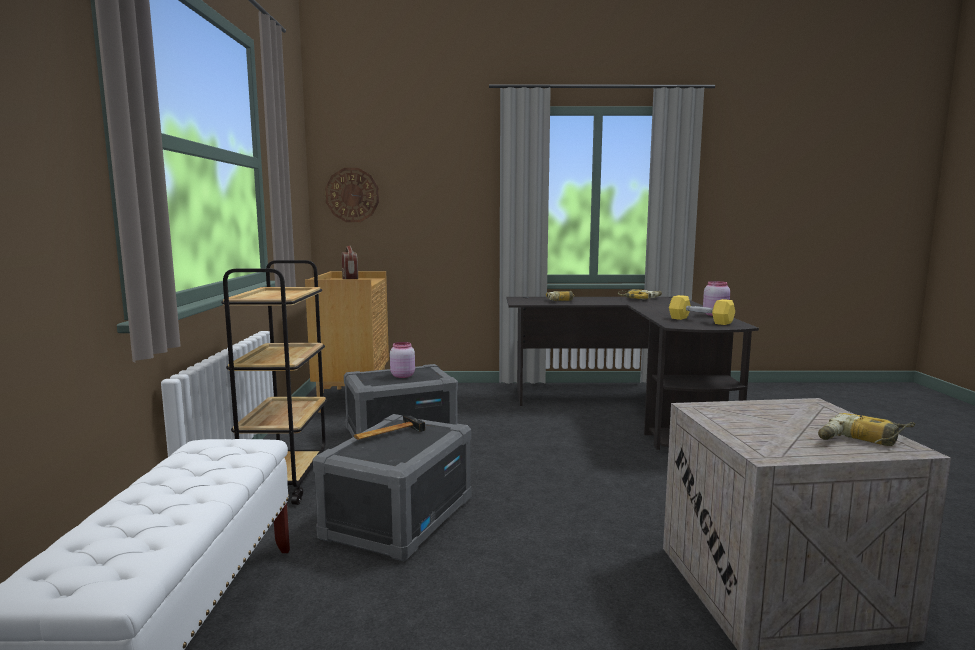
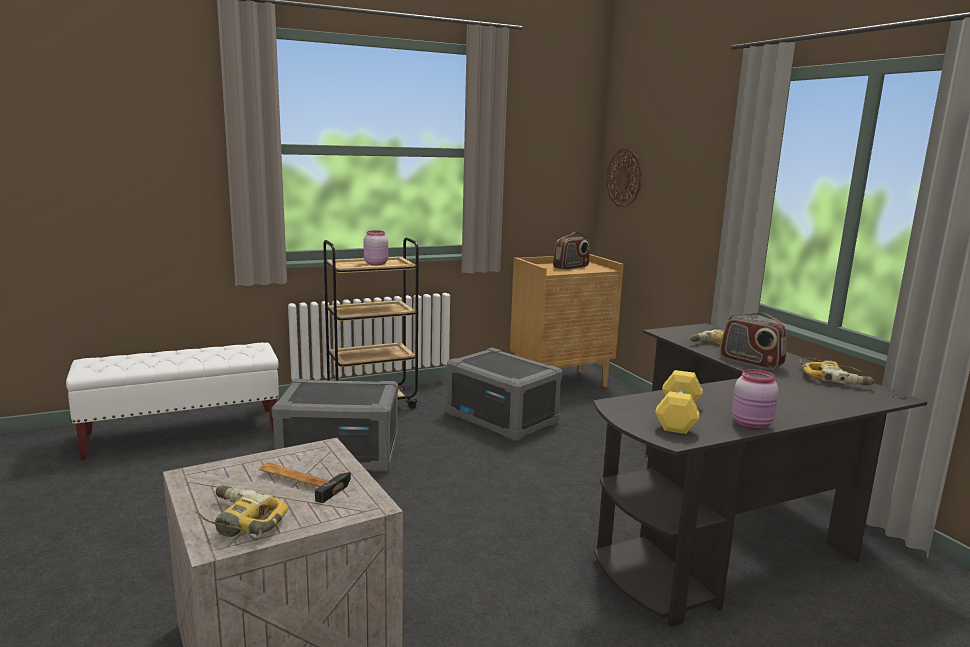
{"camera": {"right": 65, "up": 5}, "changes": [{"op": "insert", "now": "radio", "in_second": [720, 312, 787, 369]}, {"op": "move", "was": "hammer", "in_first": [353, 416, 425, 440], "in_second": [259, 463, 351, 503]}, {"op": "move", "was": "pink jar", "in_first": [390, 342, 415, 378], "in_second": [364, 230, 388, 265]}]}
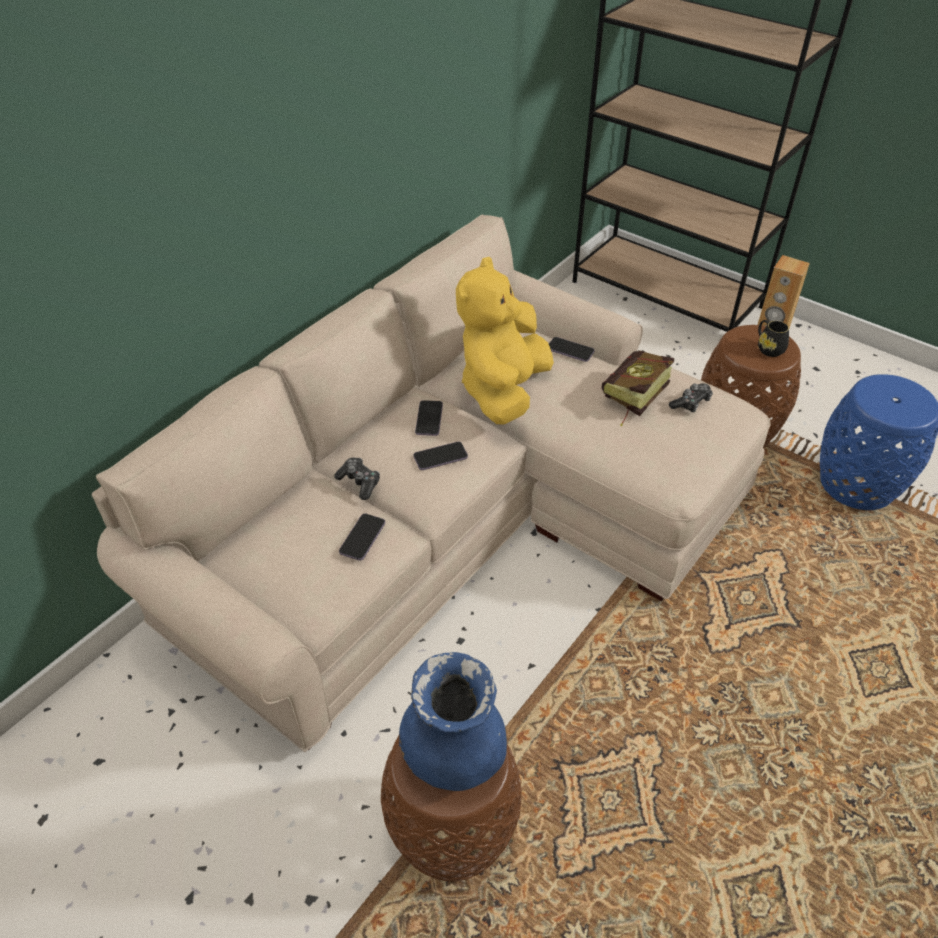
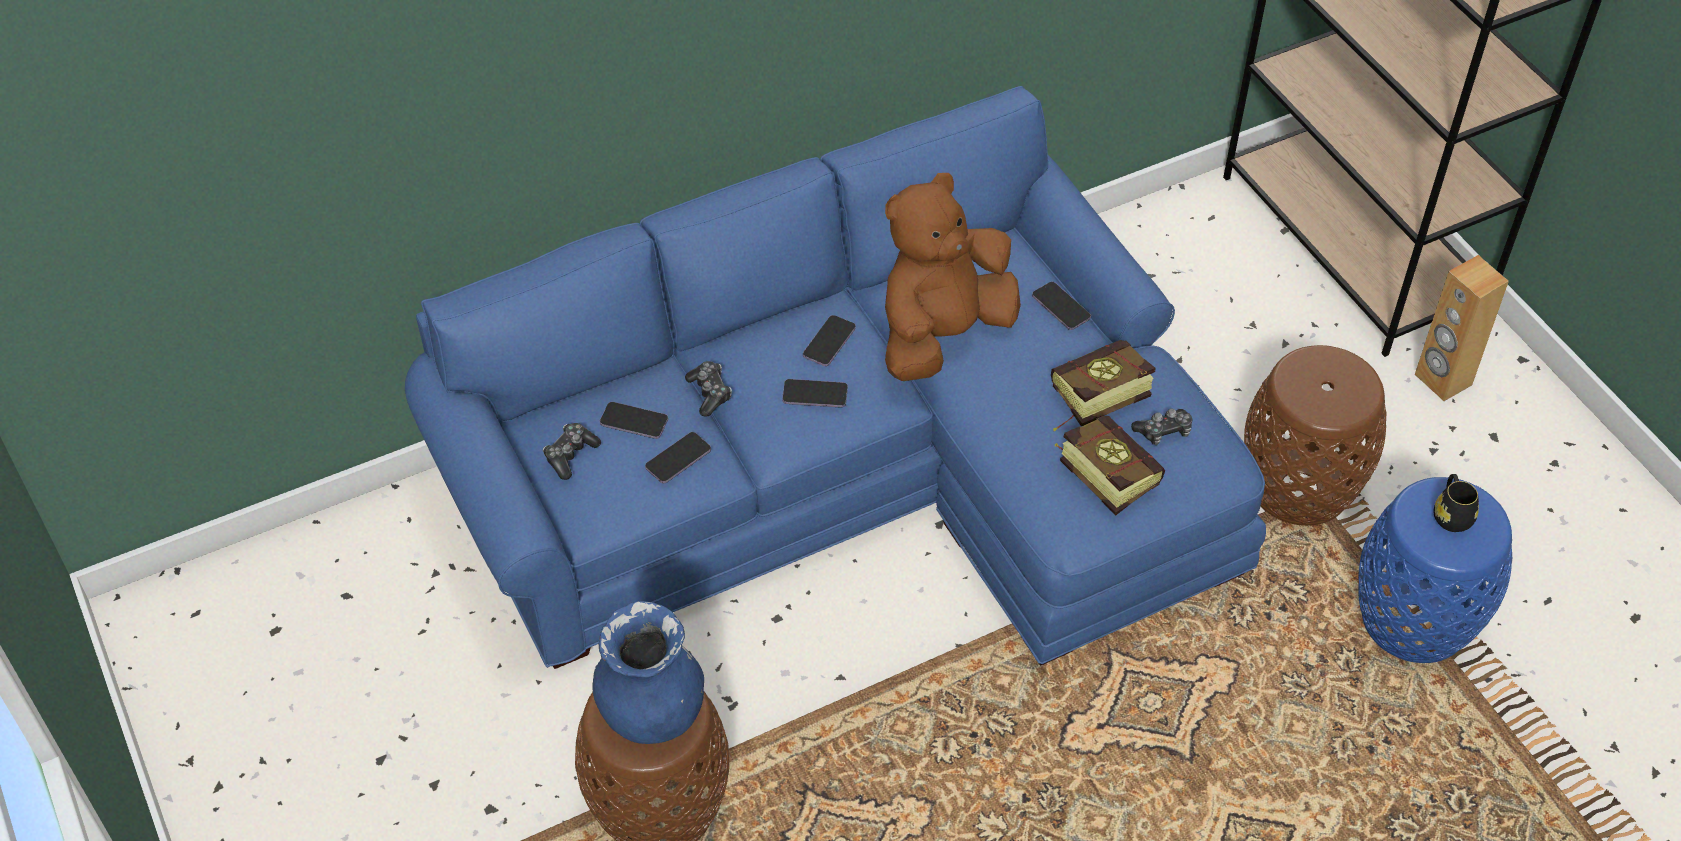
{"camera": {"right": 25, "up": 5}, "changes": [{"op": "insert", "now": "game controller", "in_second": [543, 423, 601, 480]}, {"op": "insert", "now": "phone", "in_second": [600, 402, 668, 439]}, {"op": "insert", "now": "book", "in_second": [1054, 416, 1165, 515]}, {"op": "move", "was": "black mug", "in_first": [758, 320, 789, 357], "in_second": [1434, 474, 1479, 532]}, {"op": "recolor", "was": "beige sofa", "now": "blue sofa", "in_first": [92, 214, 771, 752], "in_second": [405, 86, 1266, 669]}, {"op": "recolor", "was": "yellow plush toy", "now": "brown plush toy", "in_first": [456, 257, 554, 425], "in_second": [885, 173, 1021, 381]}]}
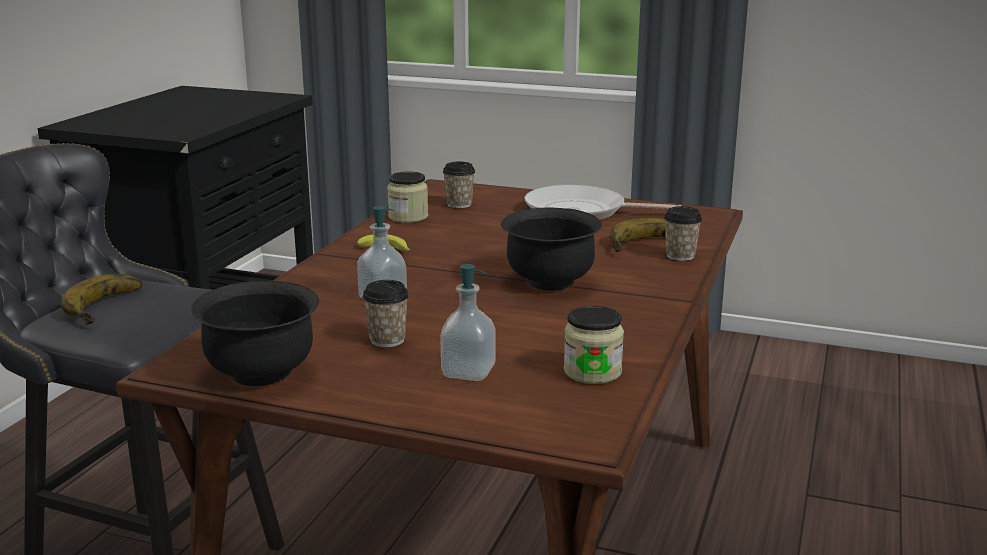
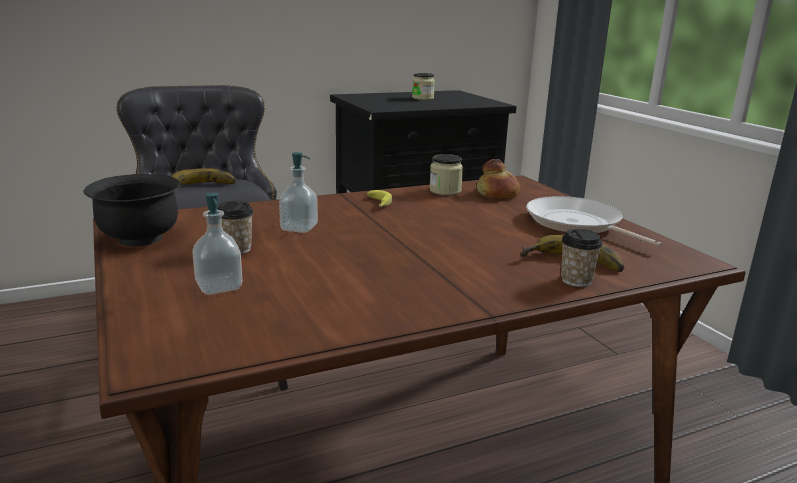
{"camera": {"right": 45, "up": 0}, "changes": [{"op": "delete", "was": "black bowl", "in_first": [501, 207, 602, 290]}, {"op": "move", "was": "jar", "in_first": [564, 306, 624, 384], "in_second": [412, 73, 435, 100]}, {"op": "replace", "was": "cup", "now": "bread", "in_first": [443, 161, 475, 208], "in_second": [477, 159, 520, 199]}]}
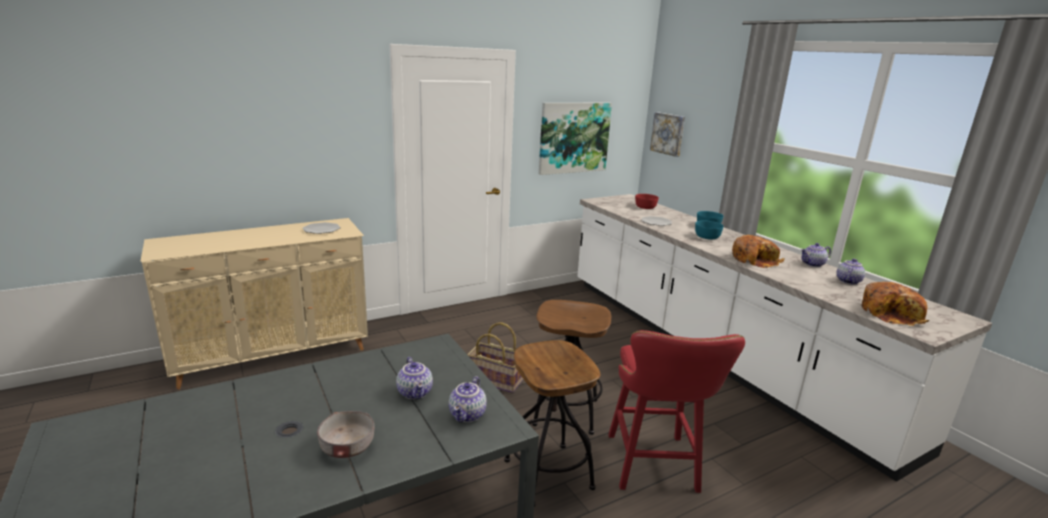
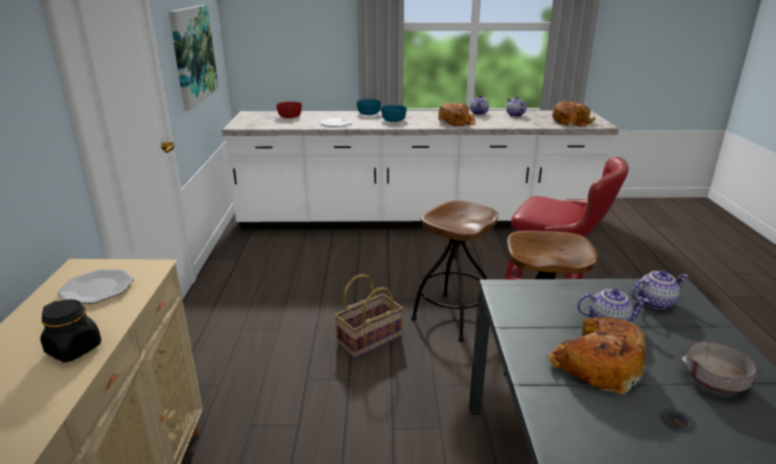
{"camera": {"right": -60, "up": 5}, "changes": [{"op": "delete", "was": "picture", "in_first": [650, 112, 685, 157]}, {"op": "insert", "now": "black jar", "in_second": [40, 299, 101, 362]}, {"op": "insert", "now": "bread", "in_second": [547, 317, 646, 394]}, {"op": "rotate", "was": "teapot", "in_first": [449, 376, 487, 422], "in_second": [631, 270, 688, 310], "clockwise": -60}]}
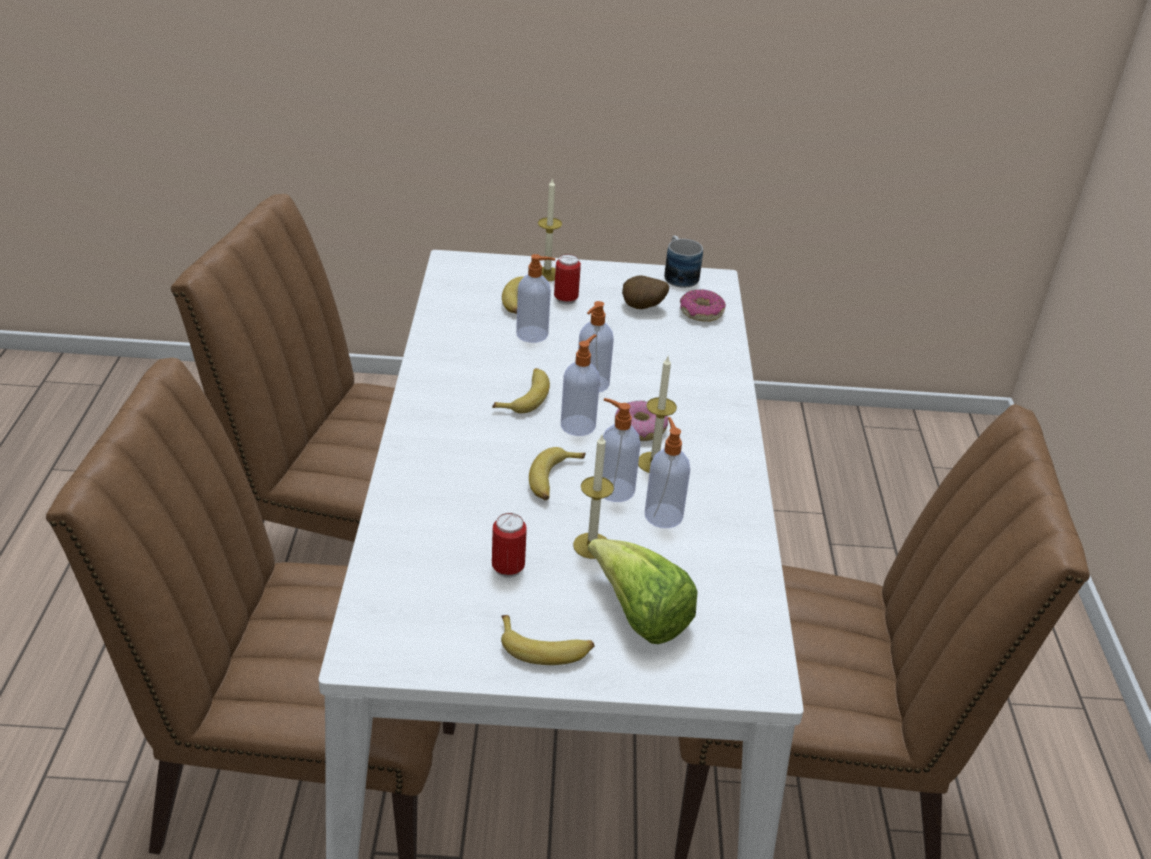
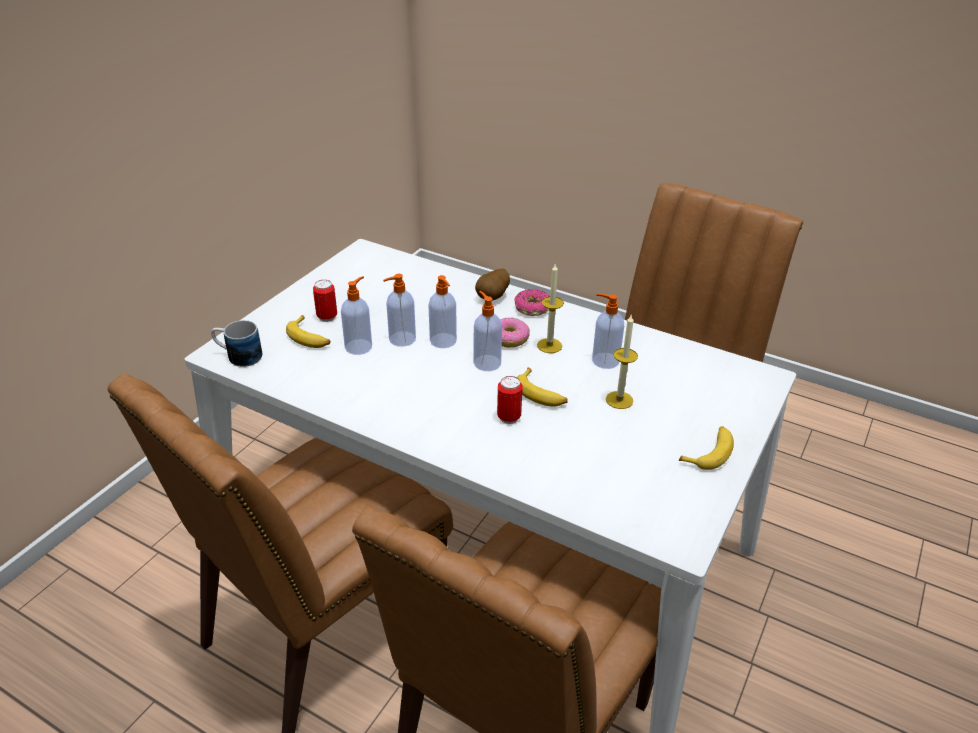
{"camera": {"right": -60, "up": 0}, "changes": [{"op": "delete", "was": "banana", "in_first": [492, 368, 550, 413]}, {"op": "delete", "was": "candle", "in_first": [538, 178, 562, 281]}, {"op": "delete", "was": "lettuce", "in_first": [588, 539, 698, 644]}, {"op": "move", "was": "can", "in_first": [492, 513, 527, 578], "in_second": [497, 376, 523, 424]}, {"op": "move", "was": "soap dispenser", "in_first": [603, 398, 641, 502], "in_second": [383, 274, 416, 347]}, {"op": "move", "was": "potato", "in_first": [622, 276, 669, 309], "in_second": [475, 269, 510, 301]}, {"op": "move", "was": "mug", "in_first": [664, 235, 703, 288], "in_second": [211, 320, 262, 367]}, {"op": "move", "was": "donut", "in_first": [680, 289, 726, 322], "in_second": [514, 289, 549, 316]}]}
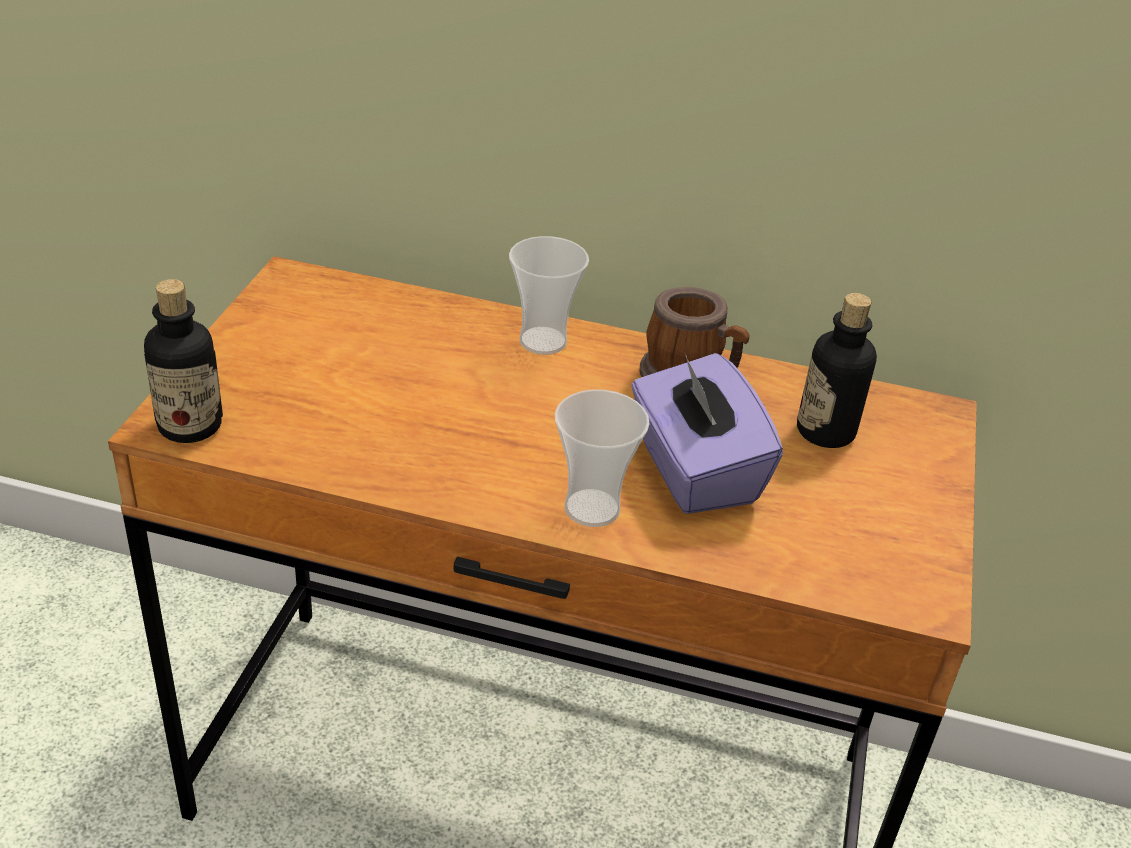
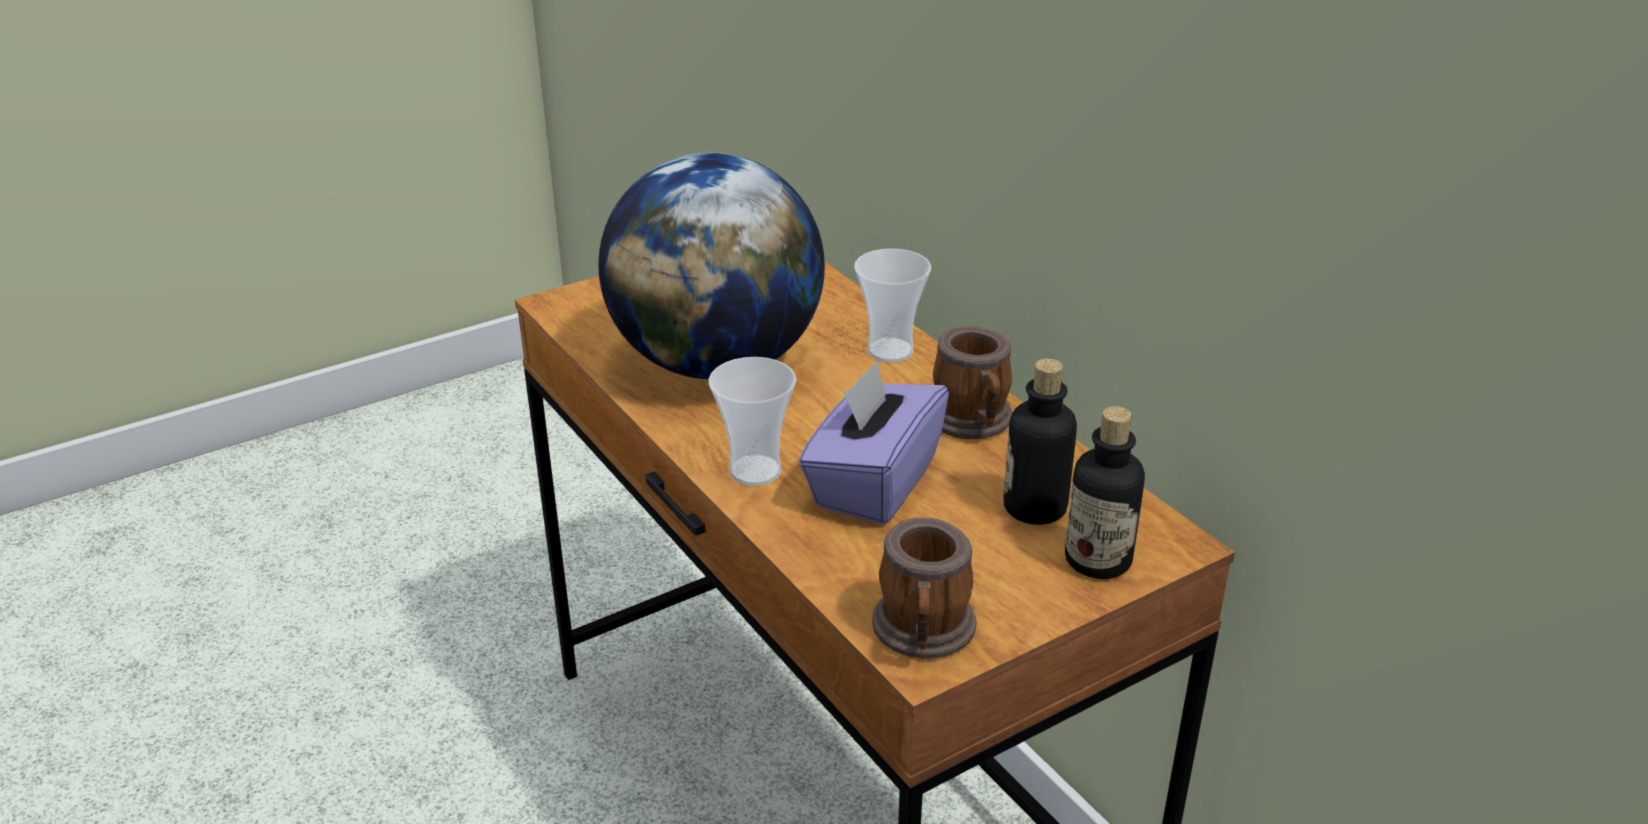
{"camera": {"right": 45, "up": -5}, "changes": [{"op": "insert", "now": "globe", "in_second": [598, 153, 825, 379]}, {"op": "insert", "now": "mug", "in_second": [872, 518, 977, 659]}, {"op": "move", "was": "bottle", "in_first": [144, 279, 223, 443], "in_second": [1065, 406, 1145, 579]}]}
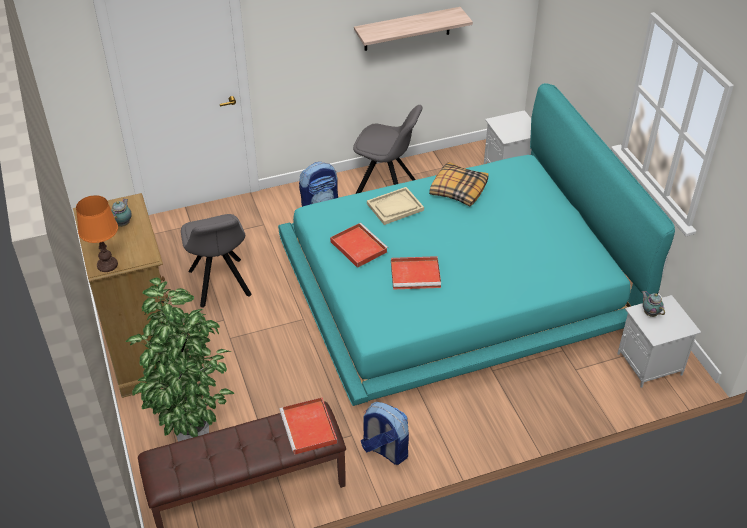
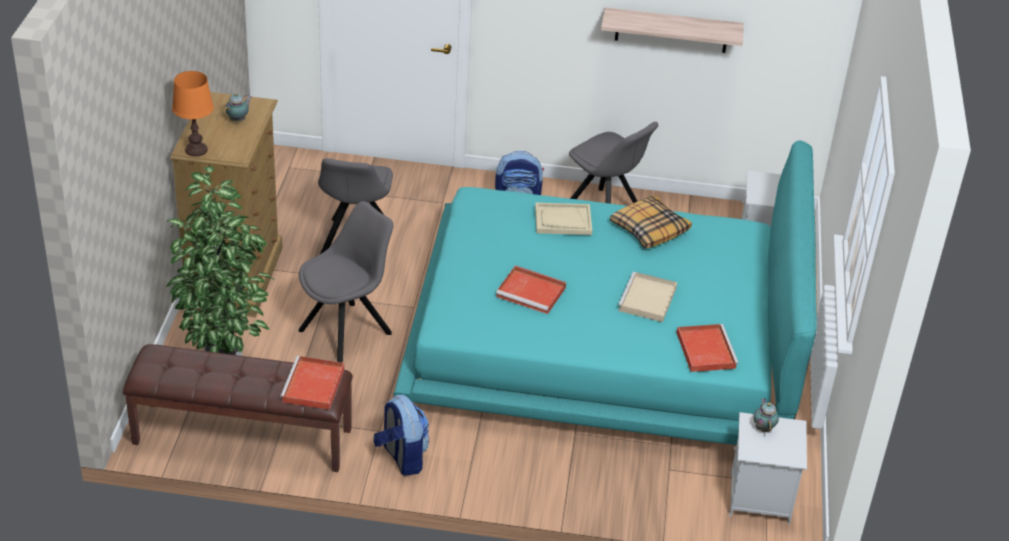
{"camera": {"right": 25, "up": -5}, "changes": [{"op": "insert", "now": "grey chair", "in_second": [298, 201, 393, 363]}, {"op": "insert", "now": "beige tray", "in_second": [618, 272, 677, 322]}, {"op": "move", "was": "red tray", "in_first": [330, 223, 388, 268], "in_second": [677, 324, 739, 372]}]}
